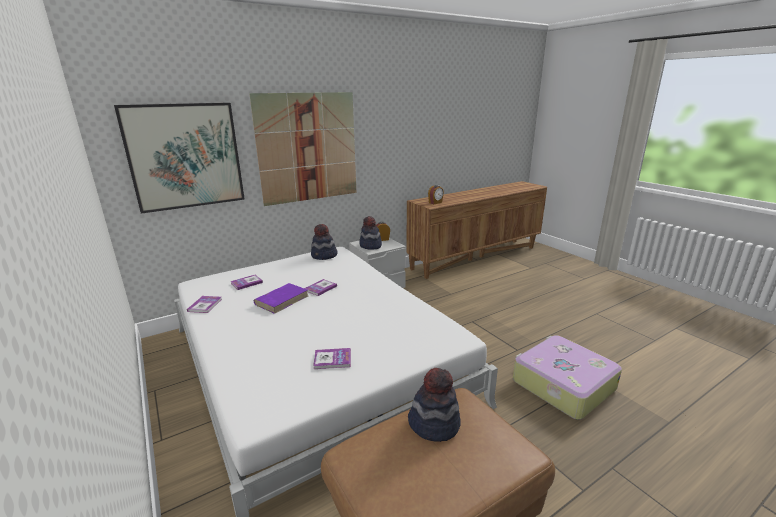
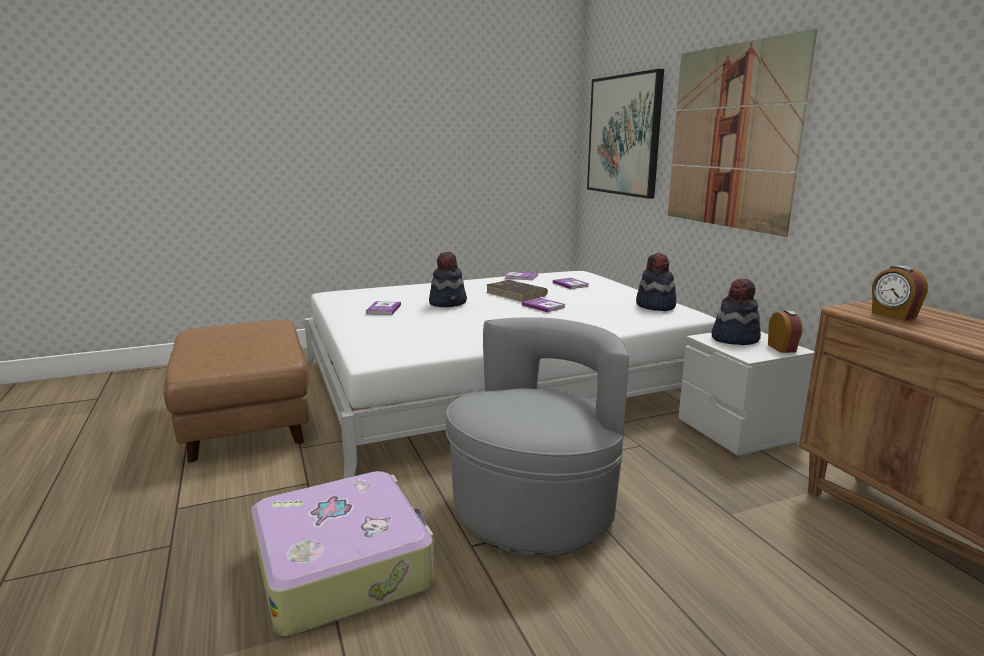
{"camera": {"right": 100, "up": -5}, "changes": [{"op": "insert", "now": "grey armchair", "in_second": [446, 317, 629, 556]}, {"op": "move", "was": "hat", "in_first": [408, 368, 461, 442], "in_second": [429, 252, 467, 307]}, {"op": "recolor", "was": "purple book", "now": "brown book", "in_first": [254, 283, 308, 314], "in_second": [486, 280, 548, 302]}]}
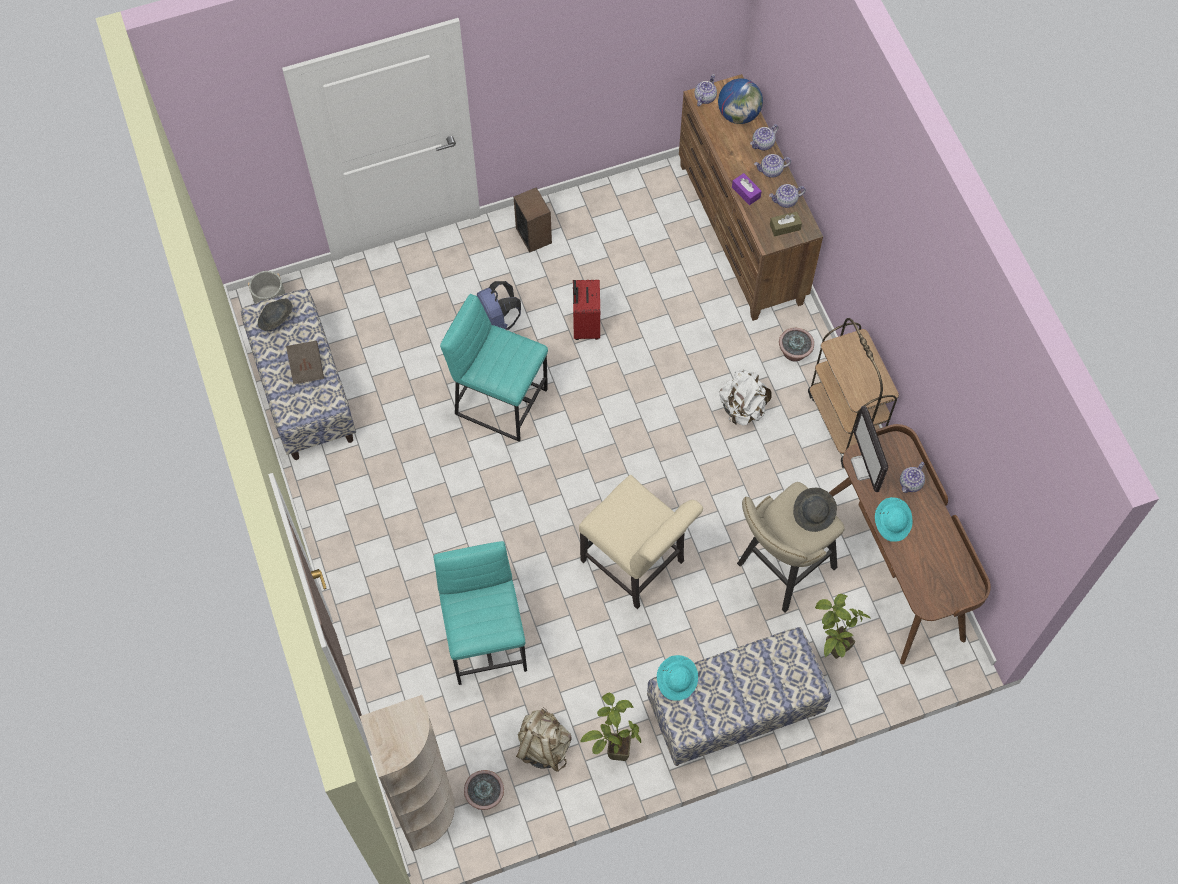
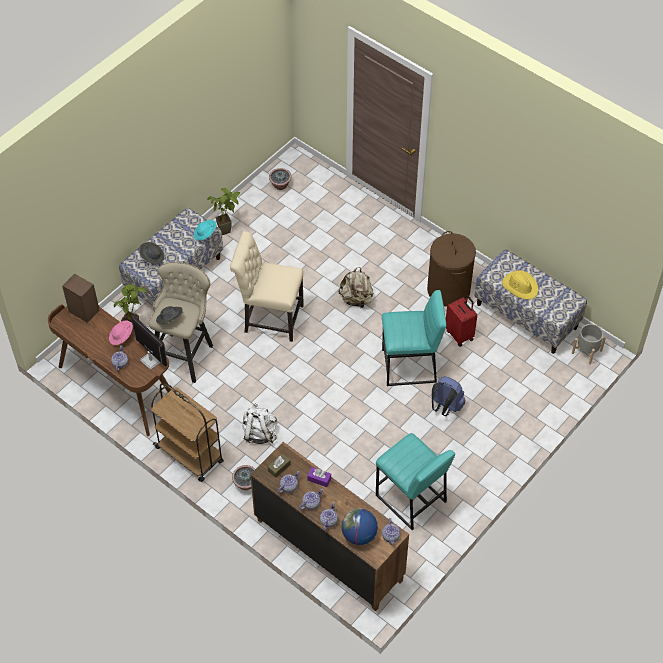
{"camera": {"right": 150, "up": -10}, "changes": [{"op": "delete", "was": "beige bookcase", "in_first": [360, 695, 455, 851]}, {"op": "insert", "now": "brown laundry basket", "in_second": [427, 231, 476, 307]}, {"op": "move", "was": "grey hat", "in_first": [258, 299, 293, 331], "in_second": [139, 242, 164, 265]}, {"op": "move", "was": "turquoise chair", "in_first": [434, 541, 527, 685], "in_second": [376, 433, 455, 530]}, {"op": "move", "was": "speaker", "in_first": [514, 187, 552, 253], "in_second": [62, 274, 99, 323]}, {"op": "move", "was": "beige backpack", "in_first": [516, 707, 571, 772], "in_second": [338, 267, 374, 308]}, {"op": "move", "was": "red suitcase", "in_first": [573, 280, 600, 340], "in_second": [446, 295, 477, 347]}, {"op": "replace", "was": "brown book", "now": "yellow hat", "in_first": [286, 341, 324, 384], "in_second": [502, 270, 539, 300]}, {"op": "recolor", "was": "turquoise hat", "now": "pink hat", "in_first": [875, 497, 913, 542], "in_second": [109, 320, 133, 345]}]}
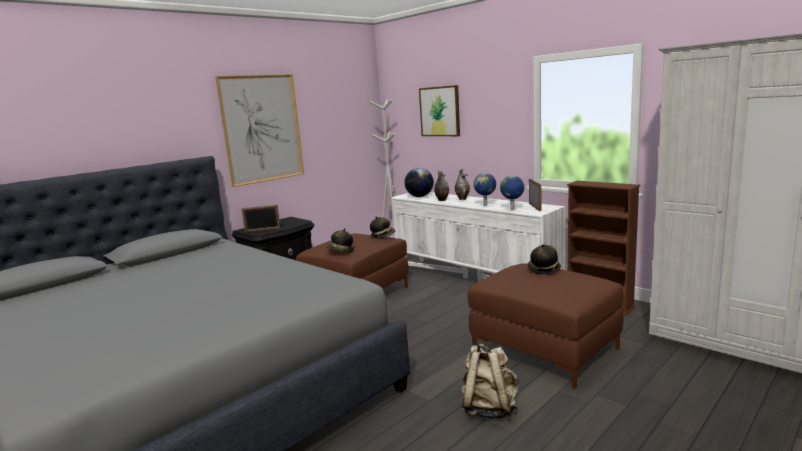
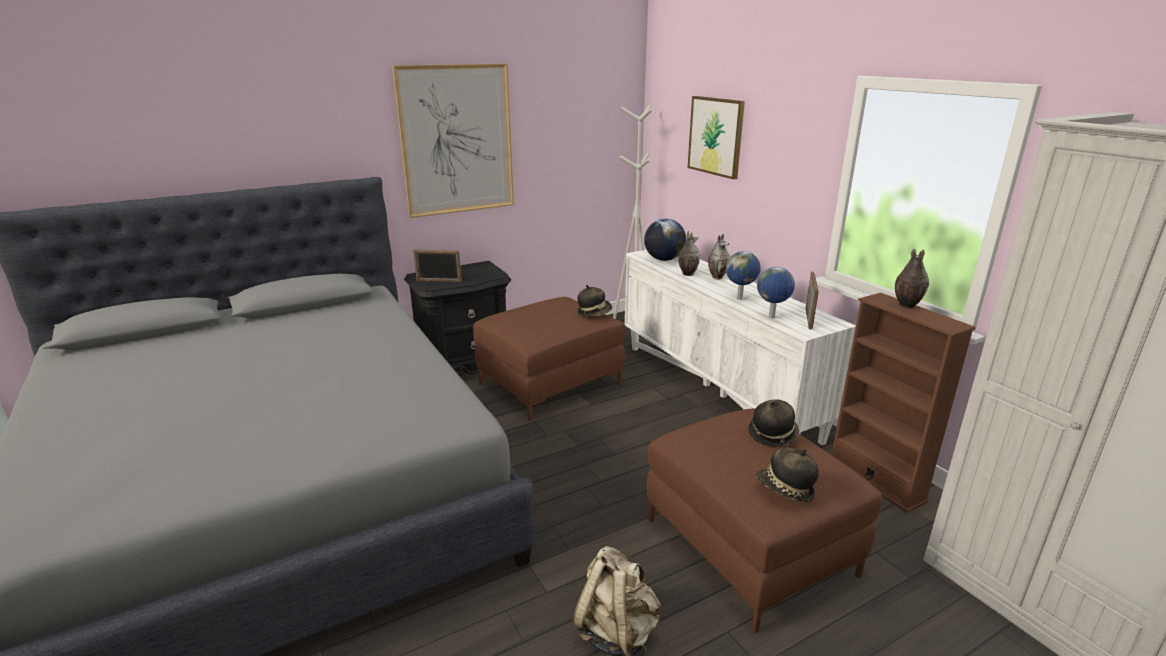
{"camera": {"right": 15, "up": 10}, "changes": [{"op": "insert", "now": "vase", "in_second": [895, 249, 929, 308]}, {"op": "move", "was": "hat", "in_first": [326, 228, 354, 252], "in_second": [756, 448, 819, 502]}]}
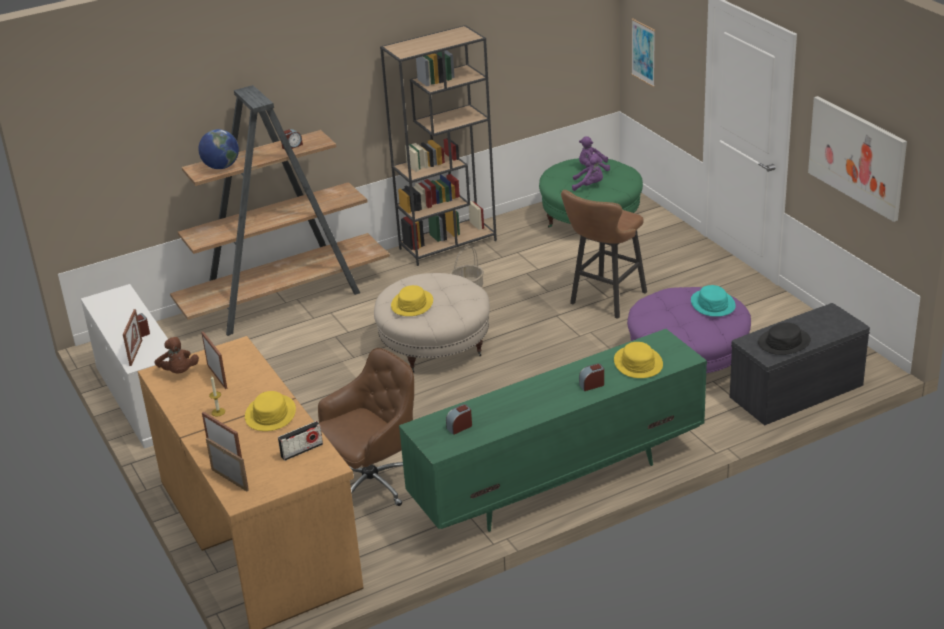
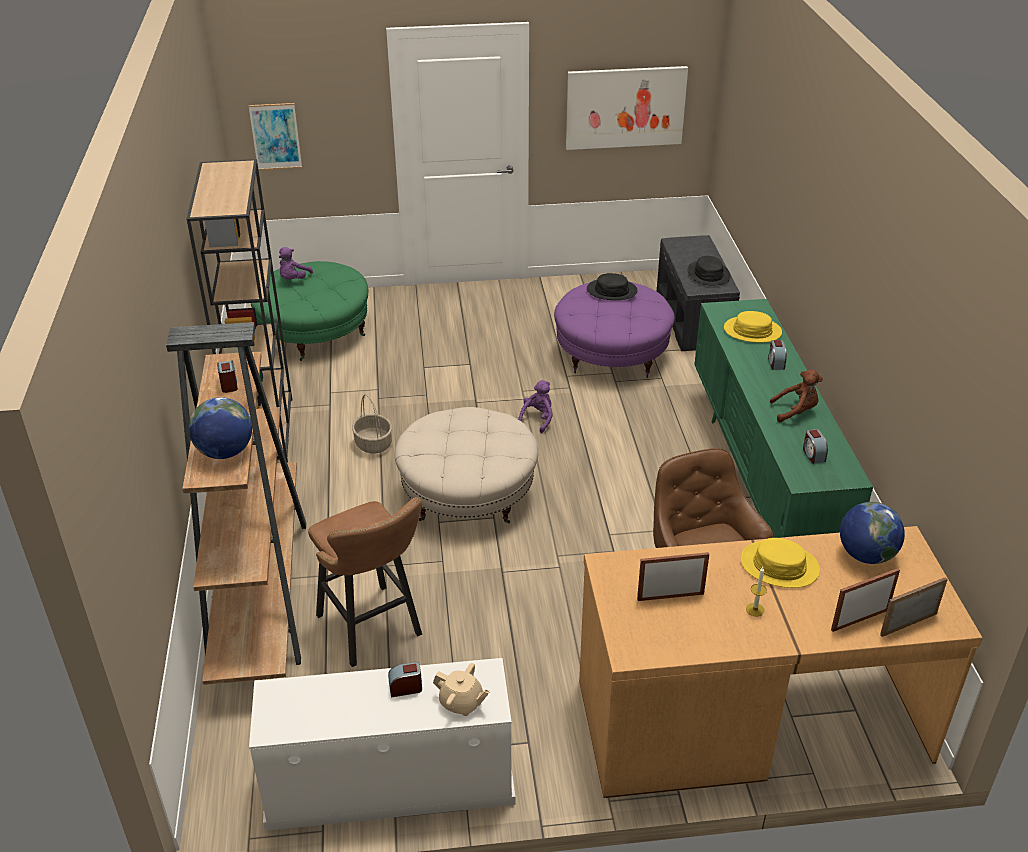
{"camera": {"right": -70, "up": 5}, "changes": [{"op": "delete", "was": "yellow hat", "in_first": [391, 285, 433, 316]}, {"op": "move", "was": "brown plush toy", "in_first": [154, 337, 199, 374], "in_second": [770, 370, 823, 422]}, {"op": "move", "was": "brown stool", "in_first": [561, 190, 647, 319], "in_second": [308, 497, 422, 667]}, {"op": "move", "was": "purple plush toy", "in_first": [572, 154, 603, 191], "in_second": [518, 380, 553, 433]}, {"op": "replace", "was": "picture frame", "now": "beige teapot", "in_first": [123, 309, 142, 366], "in_second": [433, 663, 490, 716]}, {"op": "replace", "was": "radio", "now": "globe", "in_first": [278, 421, 323, 461], "in_second": [840, 502, 905, 564]}, {"op": "recolor", "was": "turquoise hat", "now": "black hat", "in_first": [691, 285, 736, 317], "in_second": [587, 273, 637, 300]}]}
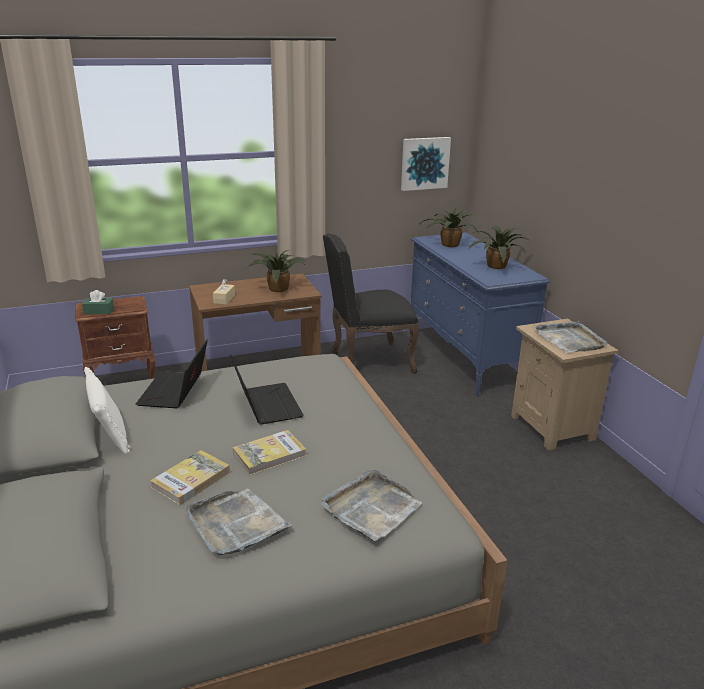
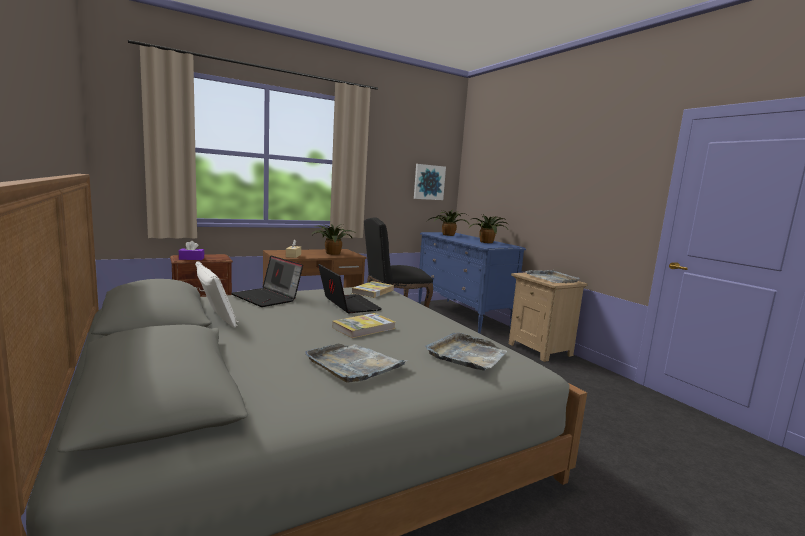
{"camera": {"right": -10, "up": -15}, "changes": [{"op": "move", "was": "book", "in_first": [150, 450, 230, 505], "in_second": [352, 281, 394, 298]}, {"op": "recolor", "was": "green tissue box", "now": "purple tissue box", "in_first": [82, 290, 114, 314], "in_second": [179, 241, 204, 260]}, {"op": "rotate", "was": "laptop", "in_first": [136, 339, 208, 408], "in_second": [231, 256, 303, 307], "clockwise": -45}]}
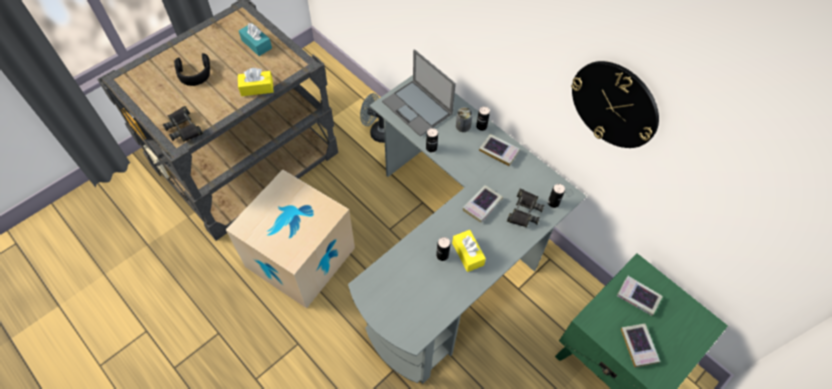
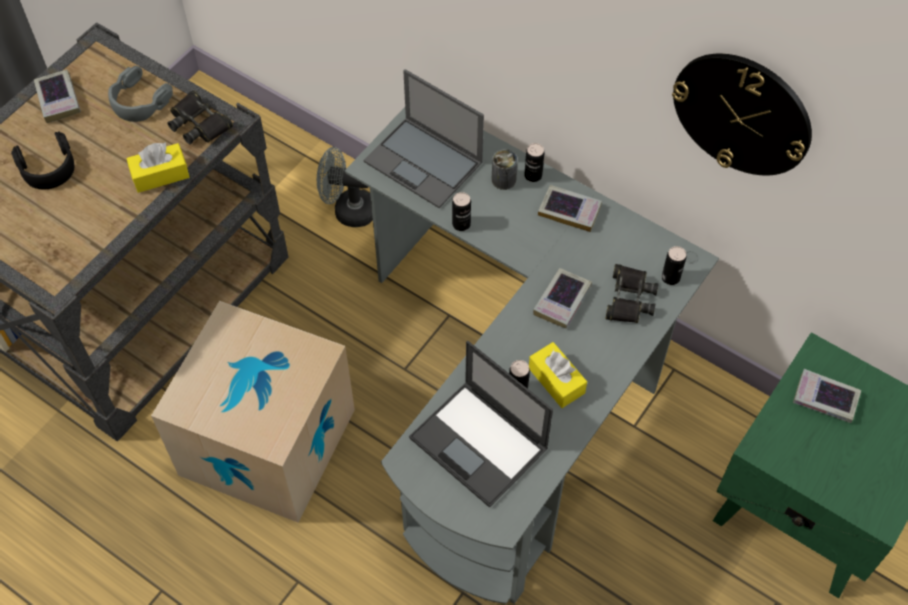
{"camera": {"right": -10, "up": 0}, "changes": [{"op": "insert", "now": "laptop", "in_second": [409, 341, 553, 508]}, {"op": "move", "was": "black binoculars", "in_first": [162, 106, 203, 142], "in_second": [167, 90, 233, 145]}, {"op": "move", "was": "book", "in_first": [621, 324, 660, 368], "in_second": [34, 70, 81, 123]}, {"op": "replace", "was": "turquoise tissue box", "now": "grey headphones", "in_first": [239, 23, 272, 56], "in_second": [108, 66, 173, 122]}]}
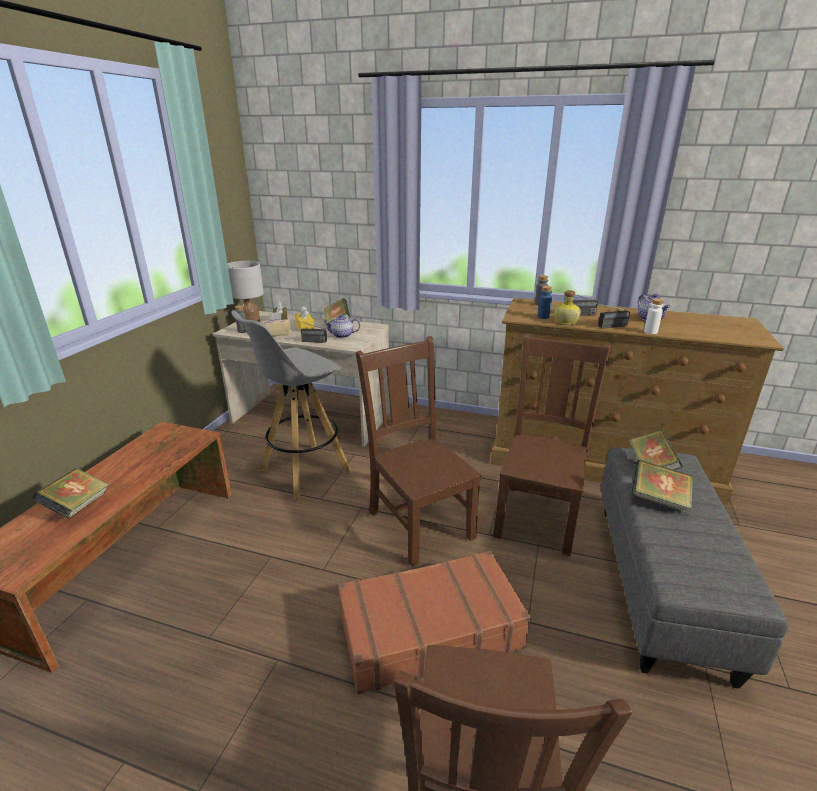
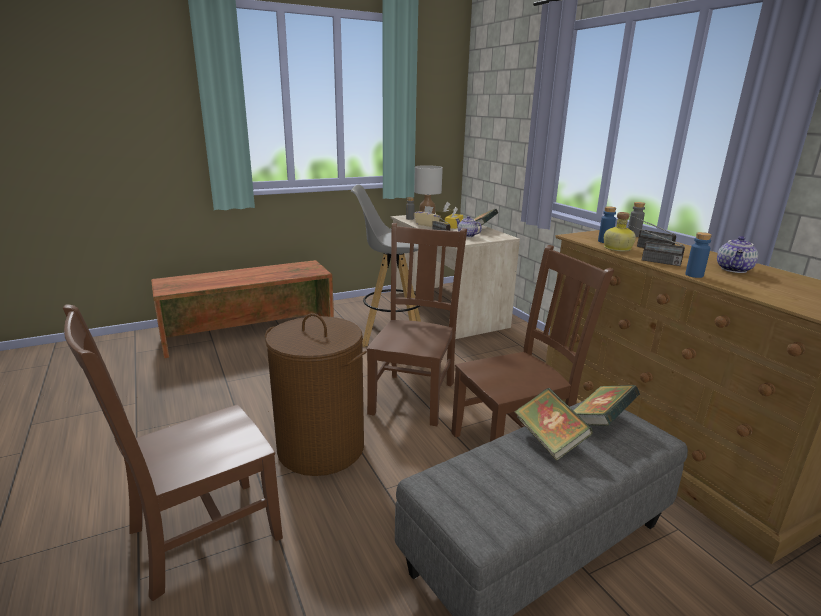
{"camera": {"right": 45, "up": -5}, "changes": [{"op": "delete", "was": "book", "in_first": [32, 468, 109, 519]}, {"op": "replace", "was": "brown suitcase", "now": "brown laundry basket", "in_first": [338, 551, 531, 694], "in_second": [265, 313, 367, 476]}, {"op": "recolor", "was": "white bottle", "now": "blue bottle", "in_first": [644, 299, 664, 334], "in_second": [685, 232, 712, 278]}]}
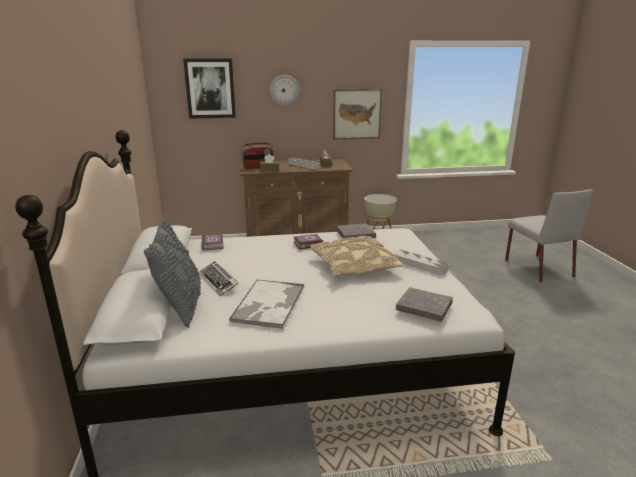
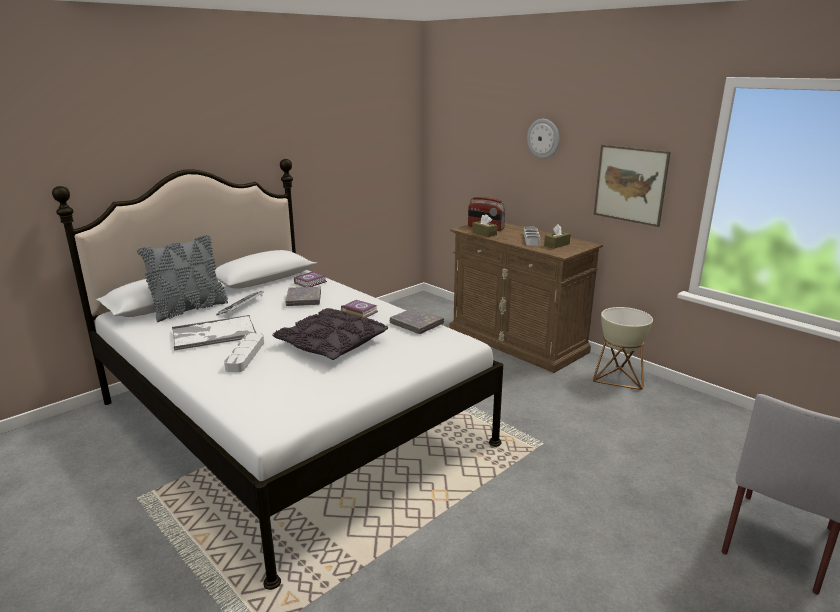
{"camera": {"right": 55, "up": 0}, "changes": [{"op": "delete", "was": "picture", "in_first": [183, 58, 236, 119]}, {"op": "move", "was": "grey tray", "in_first": [393, 250, 448, 275], "in_second": [224, 333, 264, 372]}, {"op": "move", "was": "grey book", "in_first": [396, 287, 453, 321], "in_second": [285, 287, 321, 306]}, {"op": "recolor", "was": "beige pillow", "now": "black pillow", "in_first": [310, 236, 404, 277], "in_second": [272, 308, 388, 360]}]}
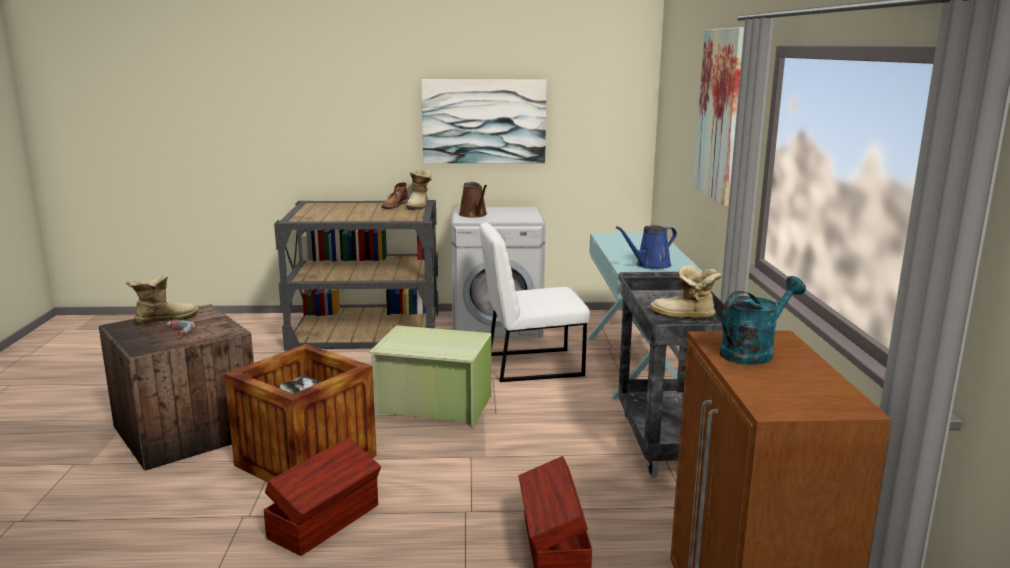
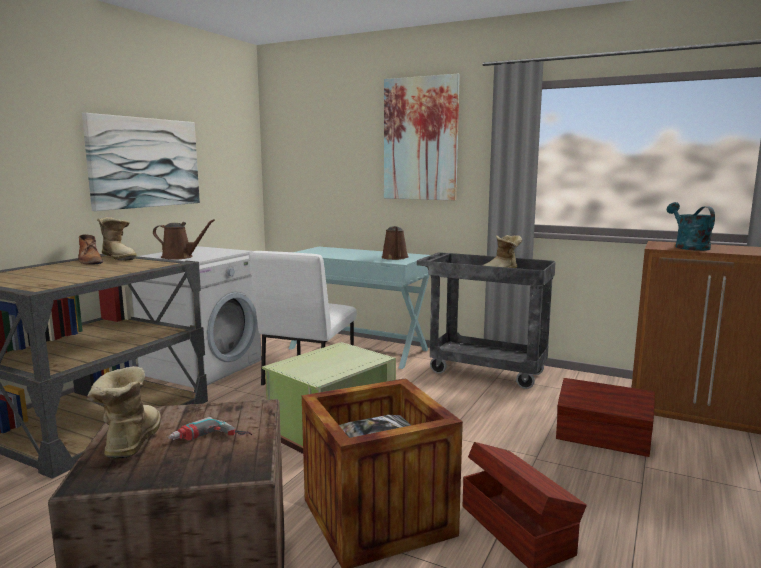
{"camera": {"right": -60, "up": -5}, "changes": [{"op": "recolor", "was": "blue watering can", "now": "brown watering can", "in_first": [616, 225, 677, 269], "in_second": [382, 226, 408, 260]}]}
